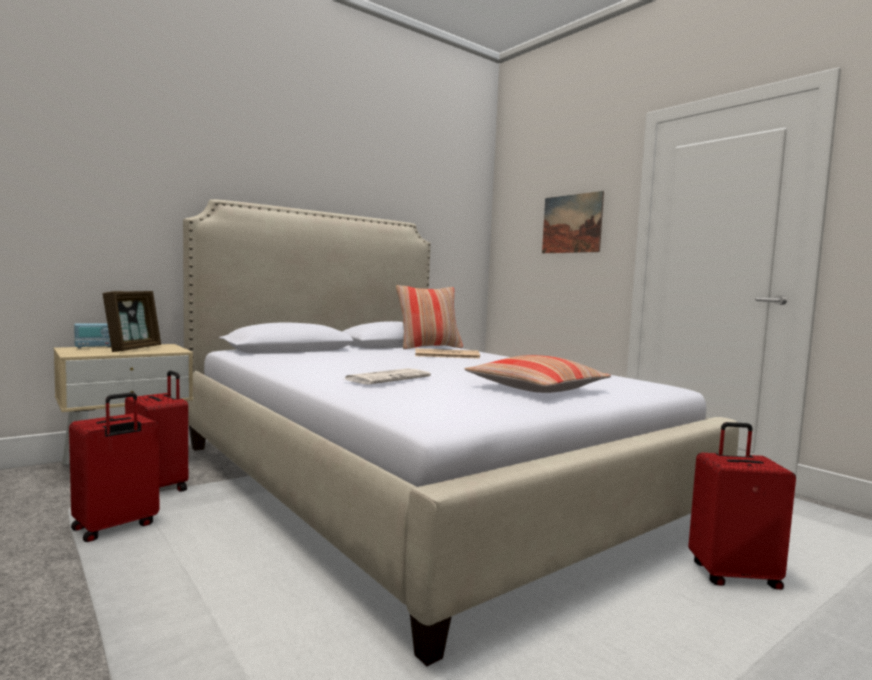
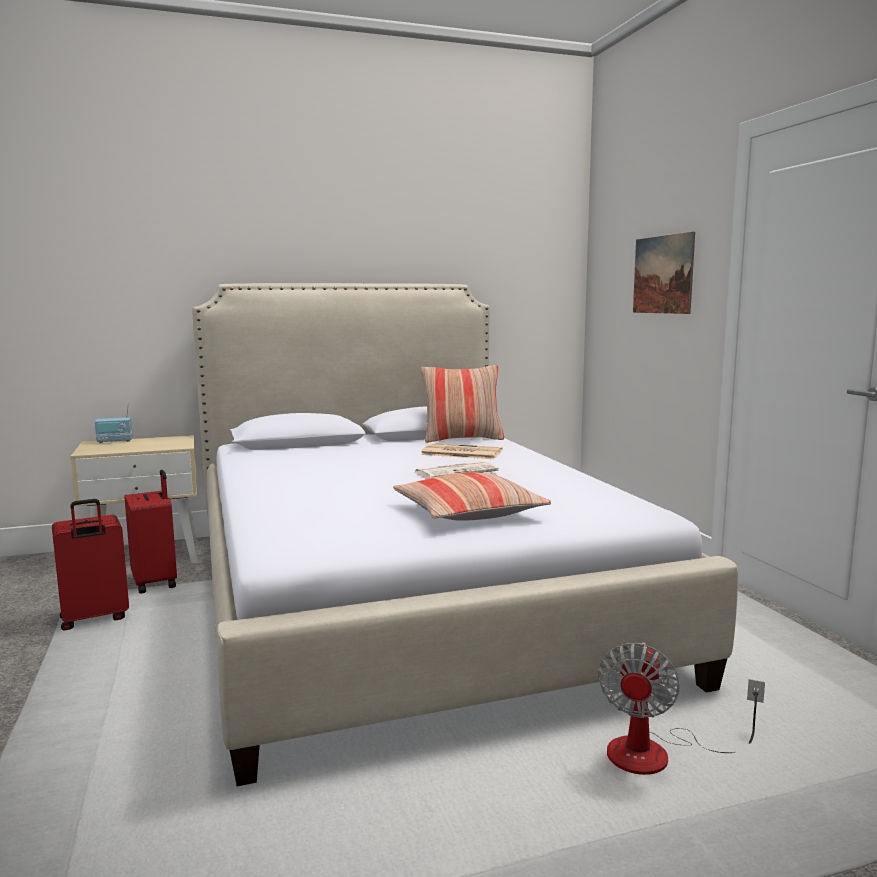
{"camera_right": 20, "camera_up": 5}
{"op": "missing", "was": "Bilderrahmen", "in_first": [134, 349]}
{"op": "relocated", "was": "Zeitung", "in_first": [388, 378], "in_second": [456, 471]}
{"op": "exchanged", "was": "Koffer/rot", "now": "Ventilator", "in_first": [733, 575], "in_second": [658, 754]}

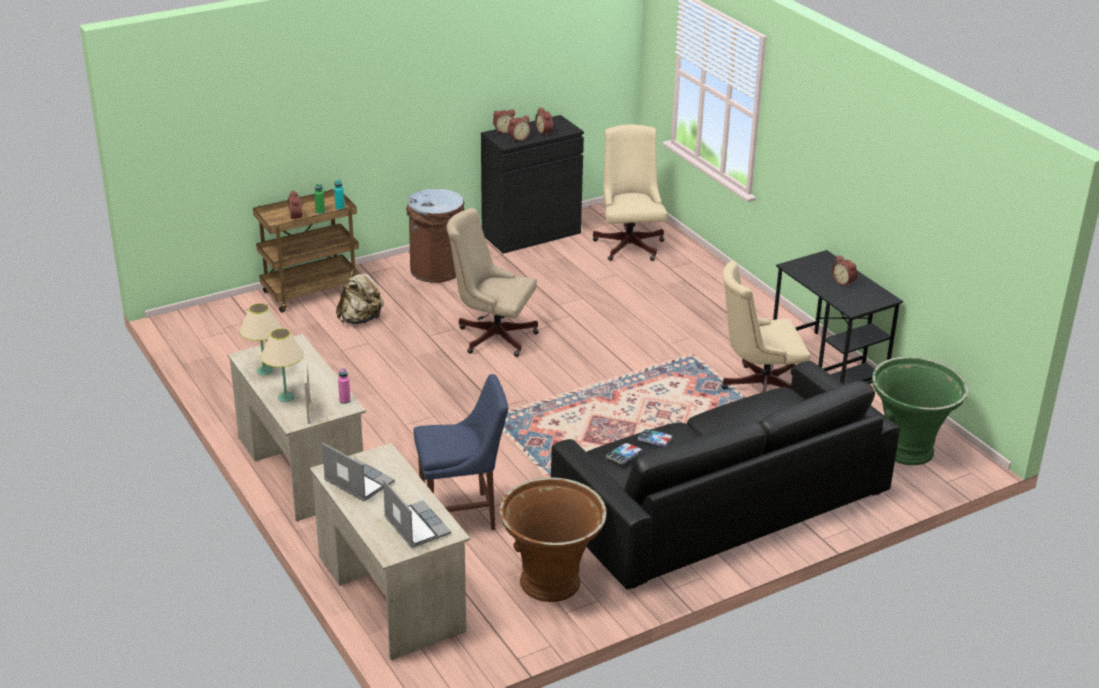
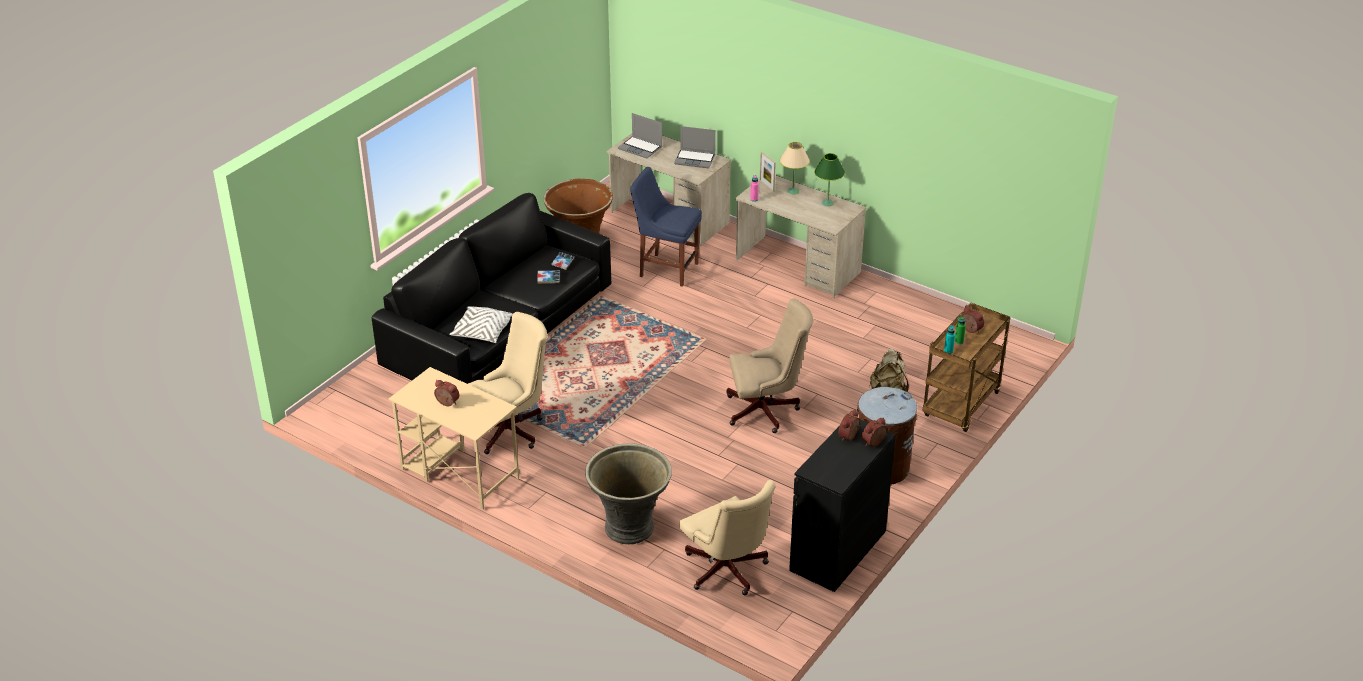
{"camera_right": 155, "camera_up": 5}
{"op": "missing", "was": "Wecker", "in_first": [545, 131]}
{"op": "missing", "was": "Pflanzkübel/grün", "in_first": [908, 450]}
{"op": "appeared", "now": "Kissen/weiß", "in_second": [482, 332]}
{"op": "appeared", "now": "Pflanzkübel/grau", "in_second": [630, 527]}
{"op": "colour", "was": "Tischlampe/beige", "now": "Tischlampe/grün", "in_first": [264, 371], "in_second": [827, 203]}
{"op": "colour", "was": "Schreibtisch/schwarz", "now": "Schreibtisch/beige", "in_first": [828, 365], "in_second": [459, 473]}
{"op": "spun", "was": "Stuhl/blau", "in_first": [462, 515], "in_second": [666, 269], "clockwise": 60}

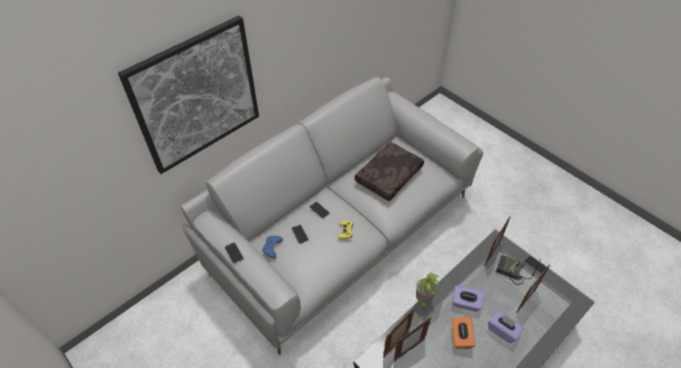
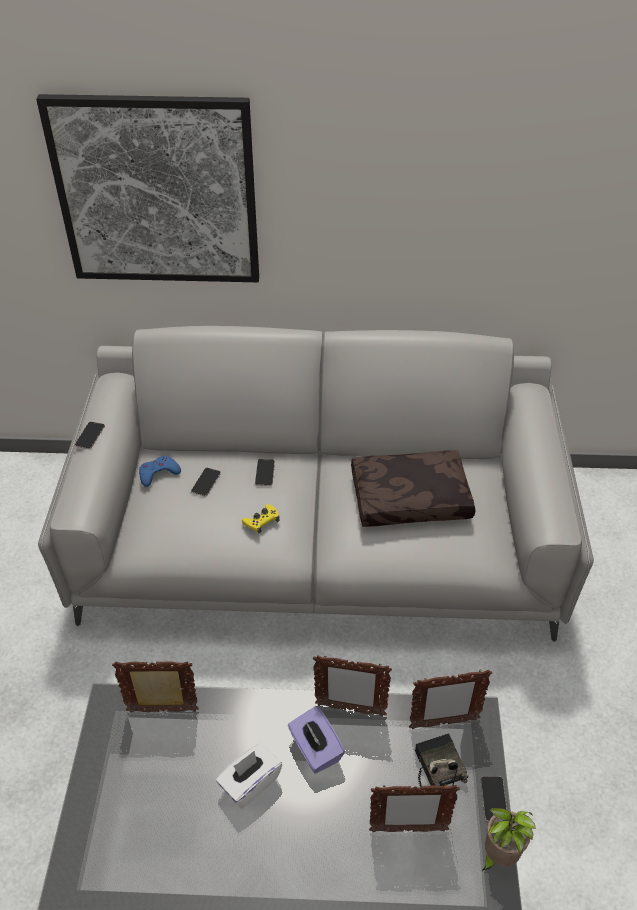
{"camera_right": 45, "camera_up": -5}
{"op": "missing", "was": "Taschentuchbox/lila", "in_first": [502, 330]}
{"op": "relocated", "was": "Bilderrahmen", "in_first": [408, 350], "in_second": [349, 709]}
{"op": "relocated", "was": "Topfpflanze", "in_first": [423, 300], "in_second": [498, 855]}
{"op": "colour", "was": "Taschentuchbox/orange", "now": "Taschentuchbox/weiß", "in_first": [460, 337], "in_second": [250, 783]}

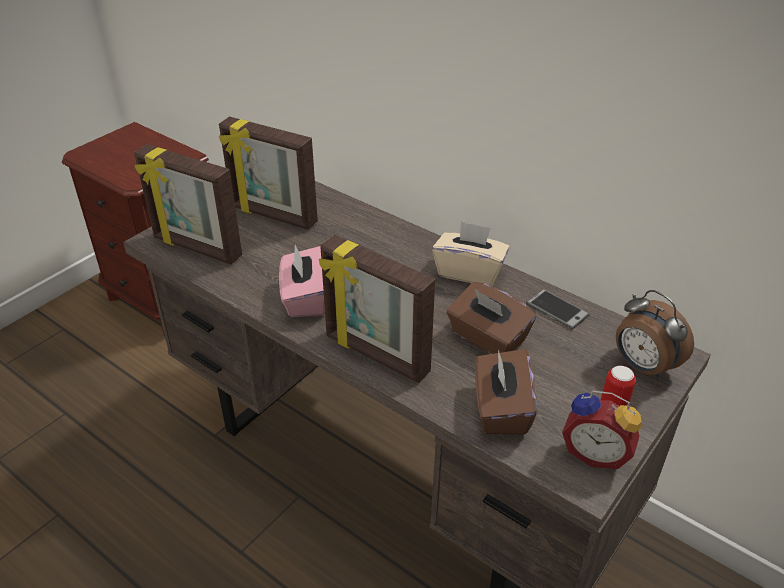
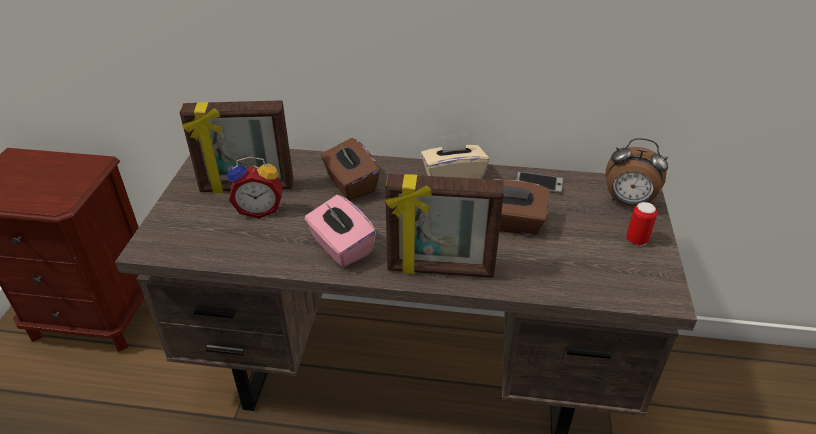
{"camera_right": -30, "camera_up": 0}
{"op": "missing", "was": "Bilderrahmen", "in_first": [196, 248]}
{"op": "relocated", "was": "Taschentuchbox/braun", "in_first": [500, 409], "in_second": [350, 184]}
{"op": "relocated", "was": "Wecker", "in_first": [595, 453], "in_second": [260, 209]}

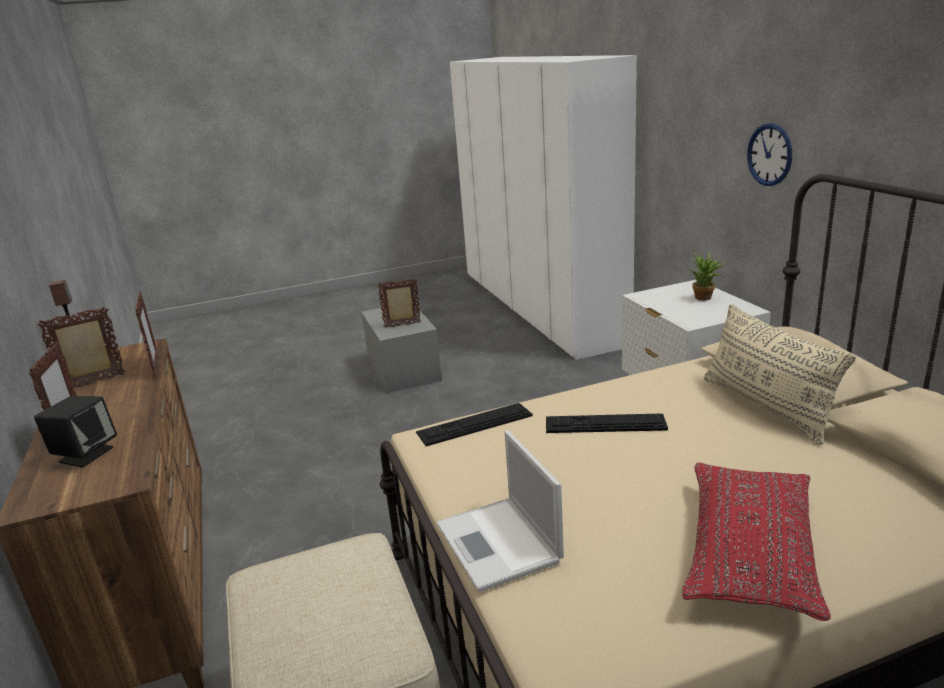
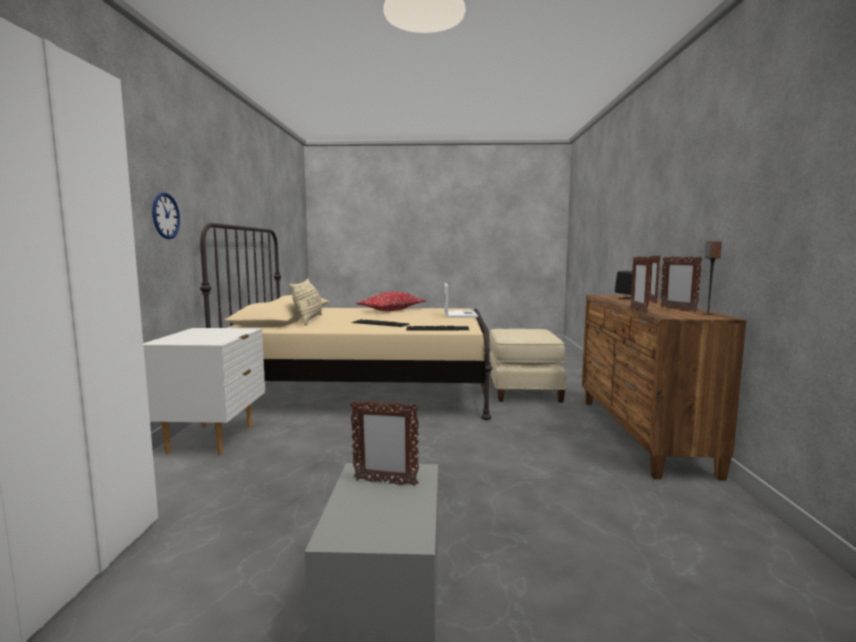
{"camera_right": -160, "camera_up": -15}
{"op": "missing", "was": "Topfpflanze", "in_first": [705, 298]}
{"op": "spun", "was": "Bilderrahmen", "in_first": [95, 382], "in_second": [678, 309], "clockwise": 75}

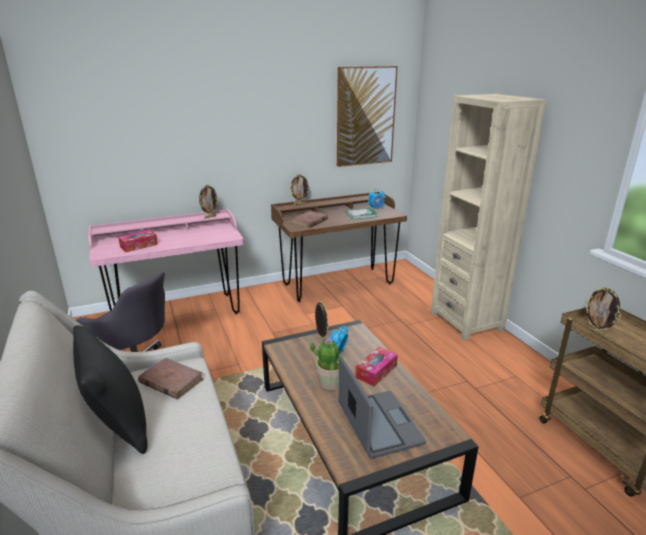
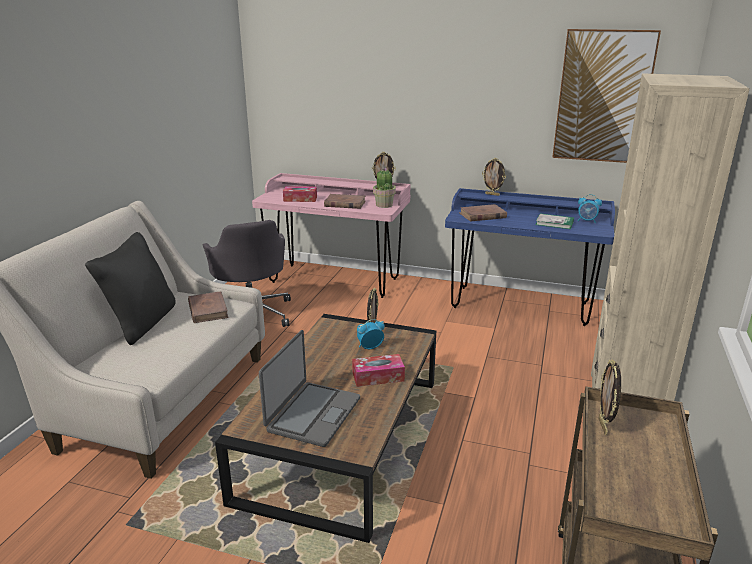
{"camera_right": 40, "camera_up": 0}
{"op": "appeared", "now": "Buch/braun", "in_second": [344, 204]}
{"op": "relocated", "was": "Topfpflanze", "in_first": [330, 382], "in_second": [384, 205]}
{"op": "colour", "was": "Schreibtisch/braun", "now": "Schreibtisch/blau", "in_first": [337, 284], "in_second": [520, 305]}

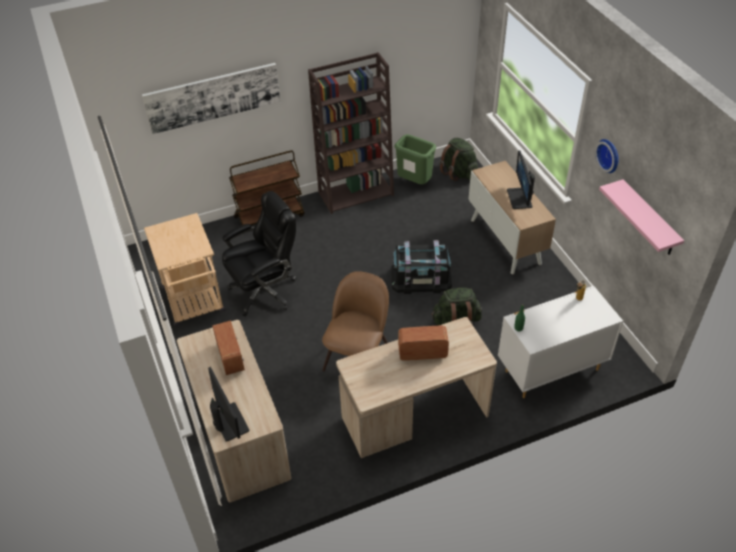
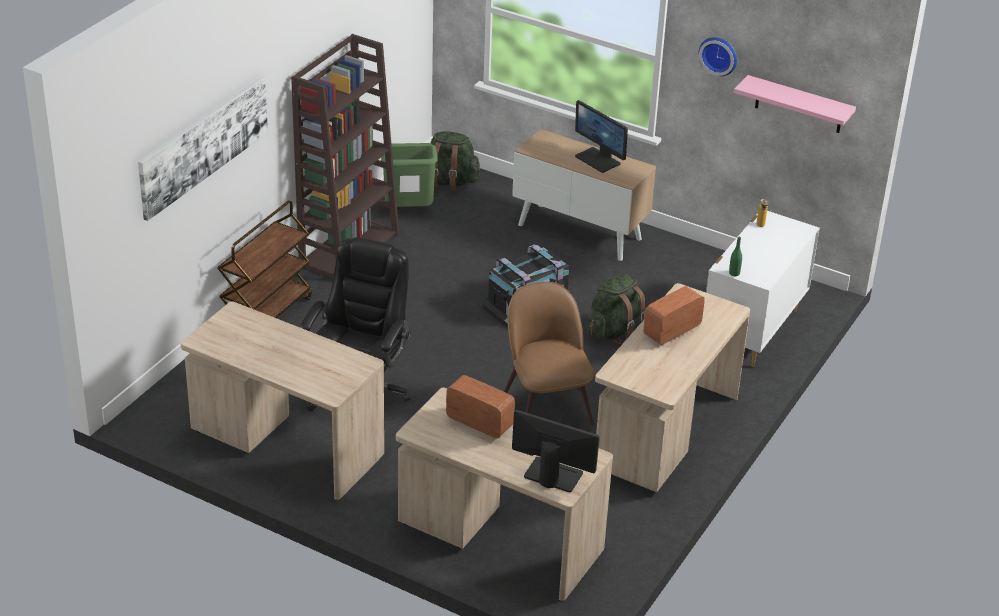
{"camera_right": -40, "camera_up": -10}
{"op": "exchanged", "was": "Rollwagen/beige", "now": "Schreibtisch/beige", "in_first": [195, 304], "in_second": [285, 444]}

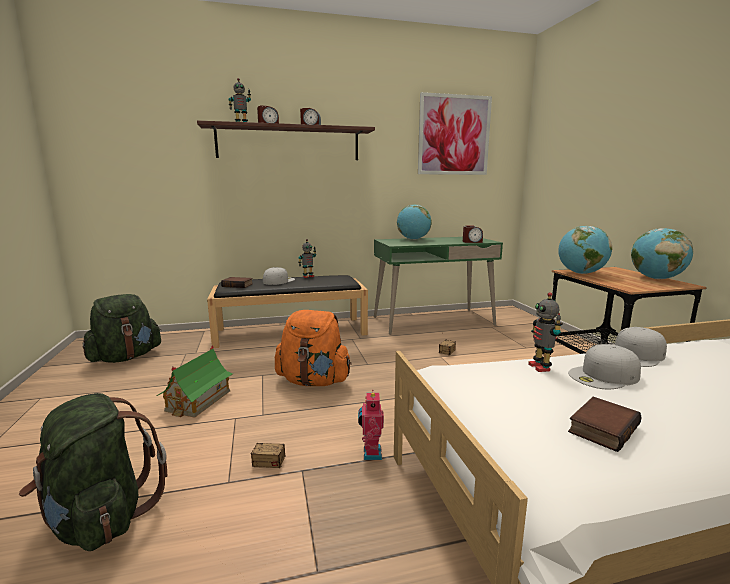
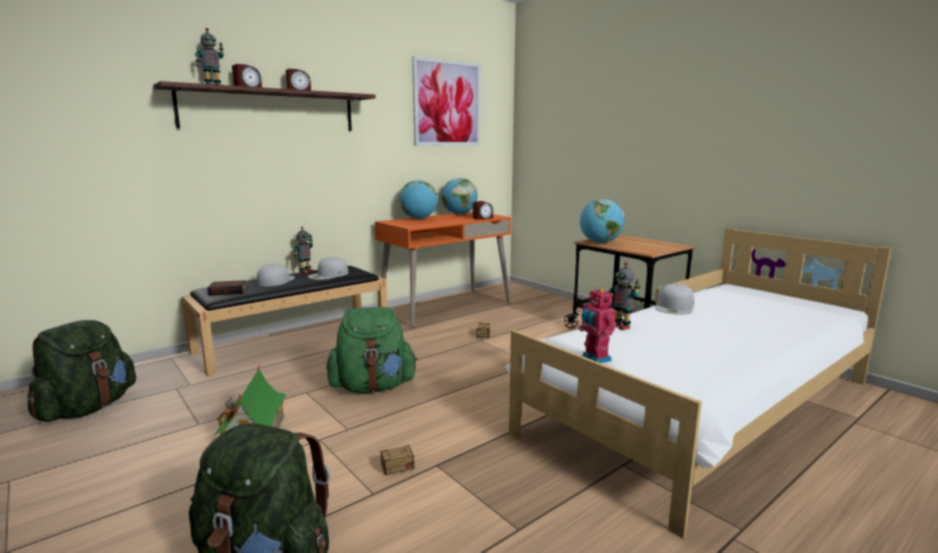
{"camera_right": -25, "camera_up": 0}
{"op": "missing", "was": "Buch", "in_first": [601, 428]}
{"op": "relocated", "was": "Spielzeugroboter", "in_first": [370, 453], "in_second": [595, 358]}
{"op": "relocated", "was": "Kappe/weiß", "in_first": [604, 376], "in_second": [328, 275]}
{"op": "relocated", "was": "Globus", "in_first": [656, 278], "in_second": [459, 214]}
{"op": "colour", "was": "Rucksack/orange", "now": "Rucksack/grün", "in_first": [314, 381], "in_second": [373, 387]}
{"op": "colour", "was": "Schreibtisch/grün", "now": "Schreibtisch/orange", "in_first": [432, 321], "in_second": [445, 307]}

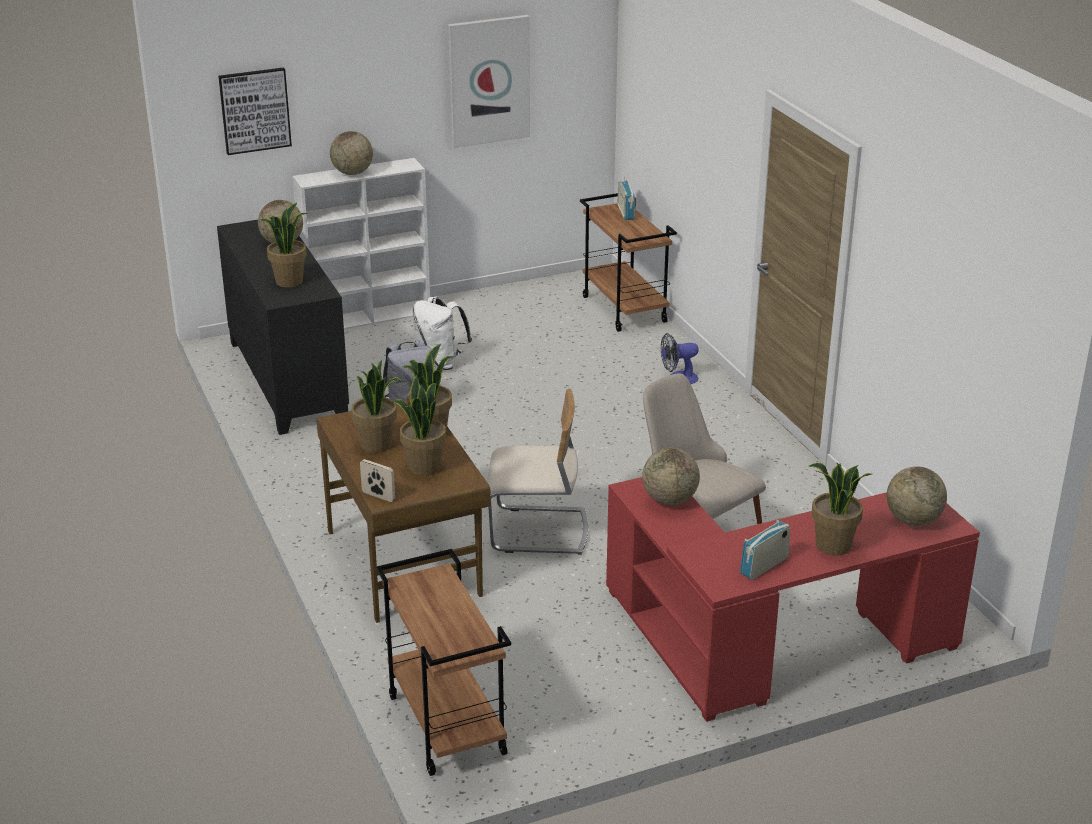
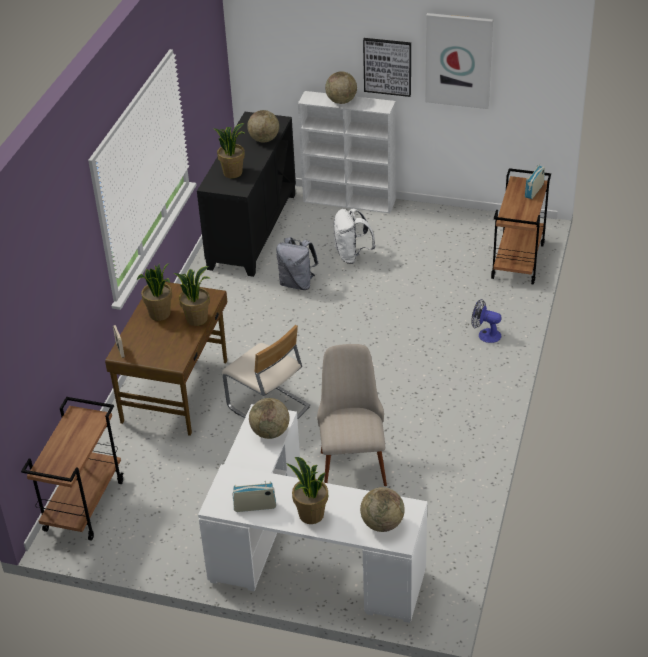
{"camera_right": 40, "camera_up": 10}
{"op": "missing", "was": "Topfpflanze", "in_first": [423, 467]}
{"op": "relocated", "was": "Bild", "in_first": [255, 110], "in_second": [387, 66]}
{"op": "colour", "was": "Schreibtisch/rot", "now": "Schreibtisch/weiß", "in_first": [770, 647], "in_second": [302, 557]}

